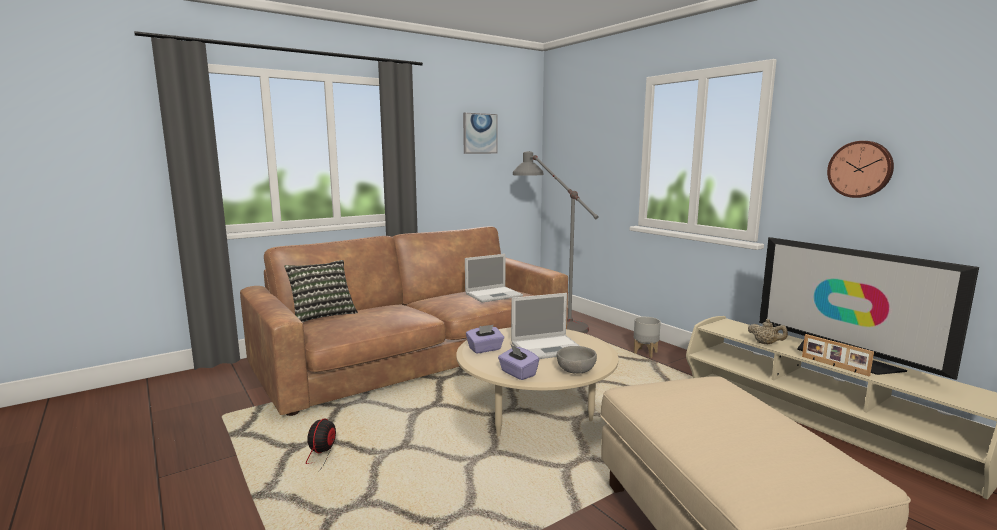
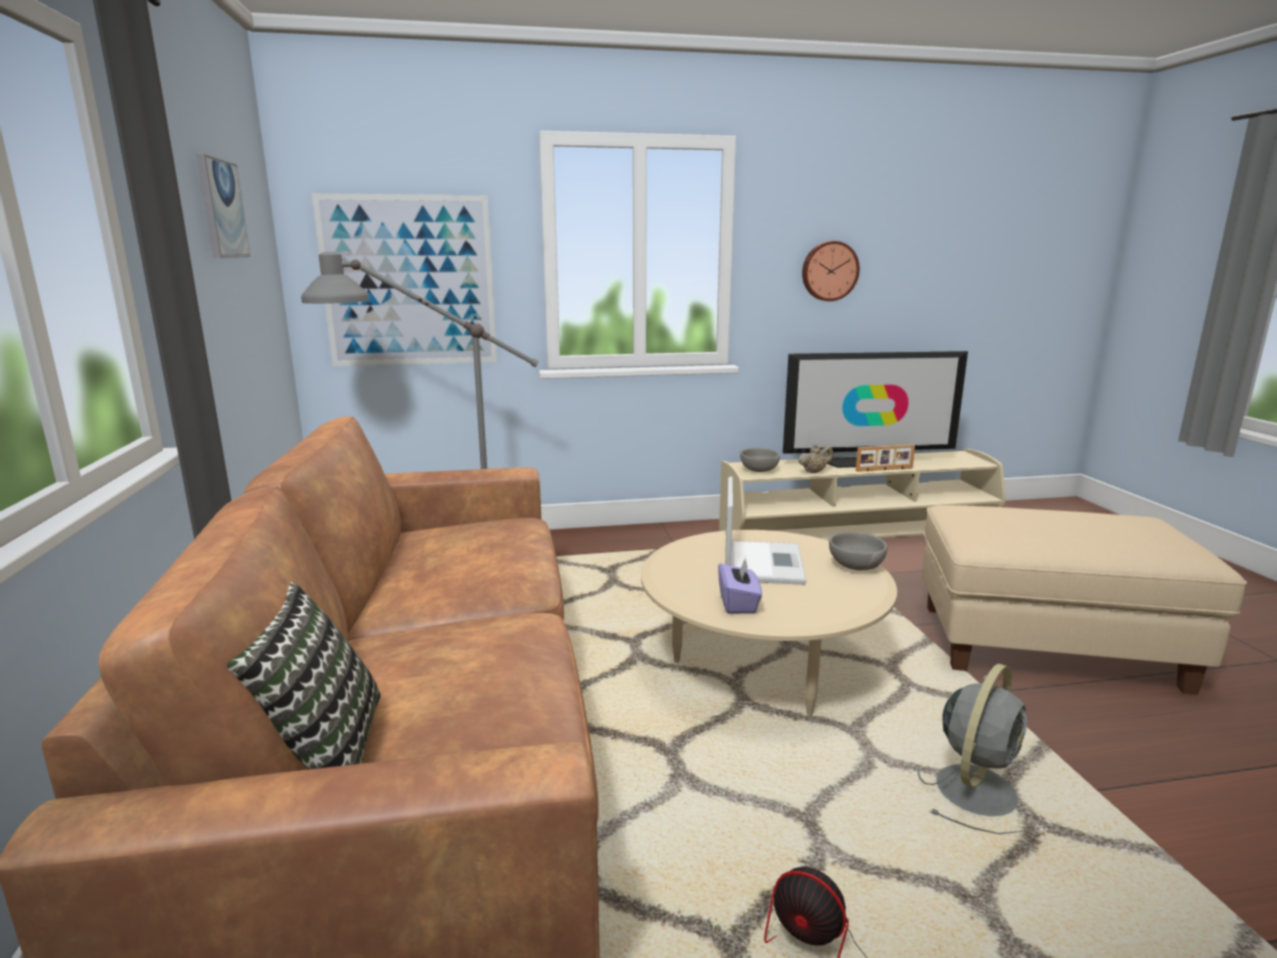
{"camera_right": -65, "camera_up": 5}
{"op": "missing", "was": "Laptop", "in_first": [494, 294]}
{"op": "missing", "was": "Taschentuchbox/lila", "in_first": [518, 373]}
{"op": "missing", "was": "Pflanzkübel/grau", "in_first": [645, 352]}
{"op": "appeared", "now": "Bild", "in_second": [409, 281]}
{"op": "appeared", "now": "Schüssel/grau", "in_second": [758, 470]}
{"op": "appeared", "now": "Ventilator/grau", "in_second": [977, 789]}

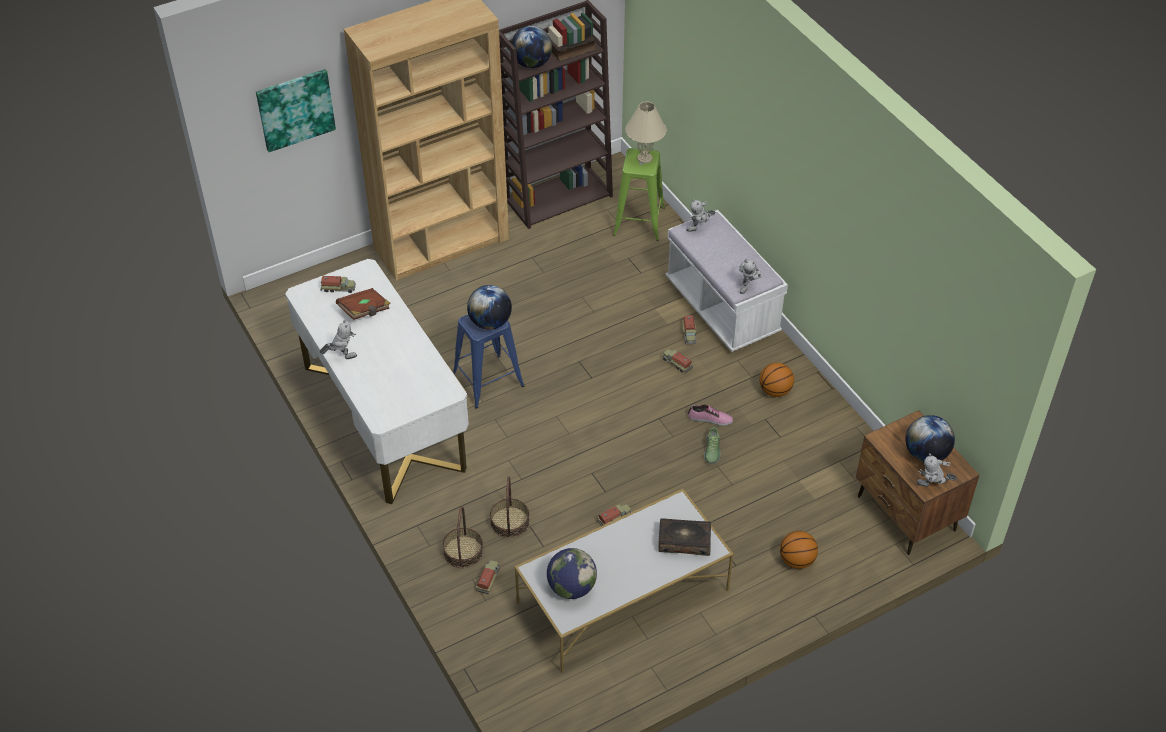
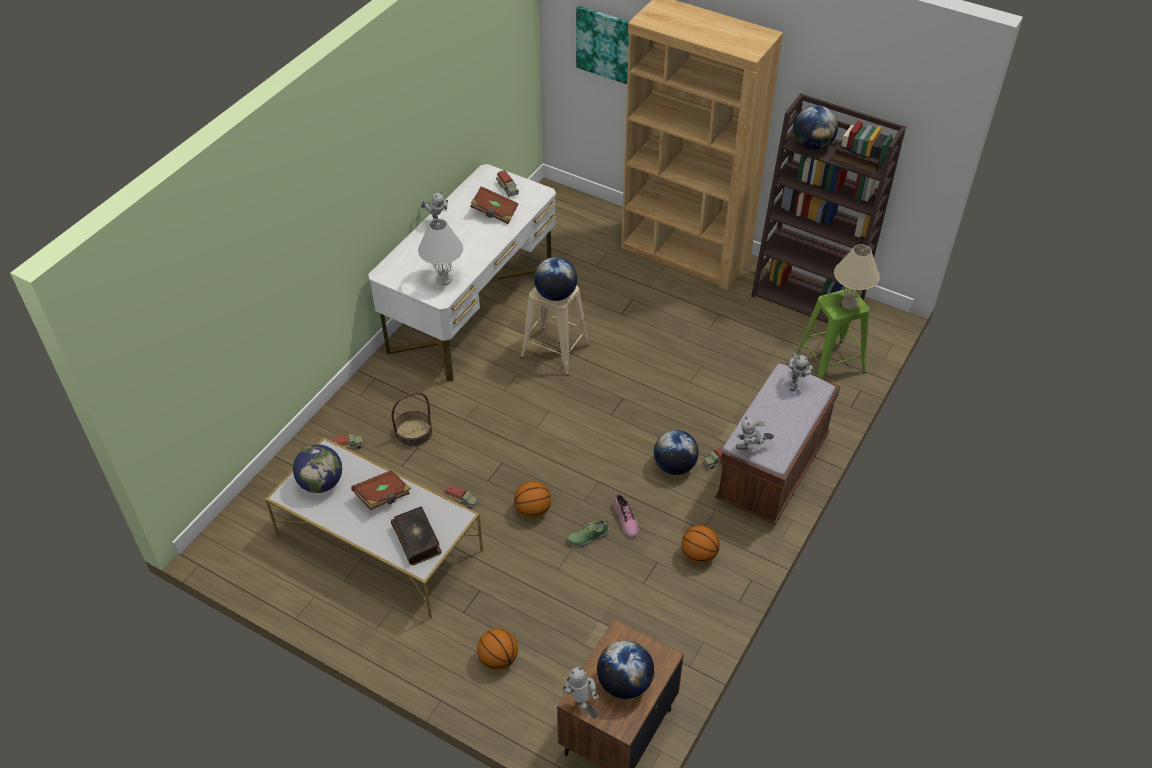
{"camera_right": 60, "camera_up": 0}
{"op": "missing", "was": "Korb", "in_first": [463, 551]}
{"op": "appeared", "now": "Buch/braun", "in_second": [383, 496]}
{"op": "appeared", "now": "Tischlampe/weiß", "in_second": [444, 279]}
{"op": "appeared", "now": "Basketball", "in_second": [533, 510]}
{"op": "exchanged", "was": "Spielzeuglaster", "now": "Globus", "in_first": [676, 363], "in_second": [674, 466]}
{"op": "colour", "was": "Hocker/blau", "now": "Hocker/beige", "in_first": [488, 381], "in_second": [555, 351]}
{"op": "colour", "was": "Bank/weiß", "now": "Bank/braun", "in_first": [722, 308], "in_second": [772, 470]}
{"op": "spun", "was": "Spielzeugroboter", "in_first": [699, 229], "in_second": [796, 382], "clockwise": -105}

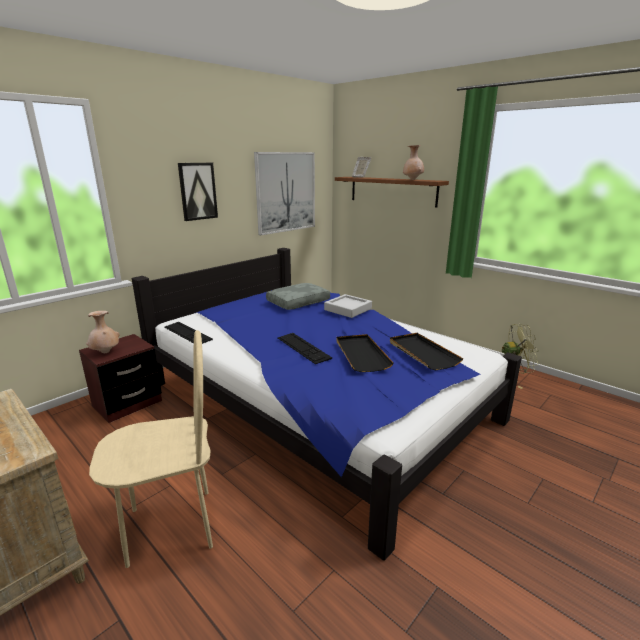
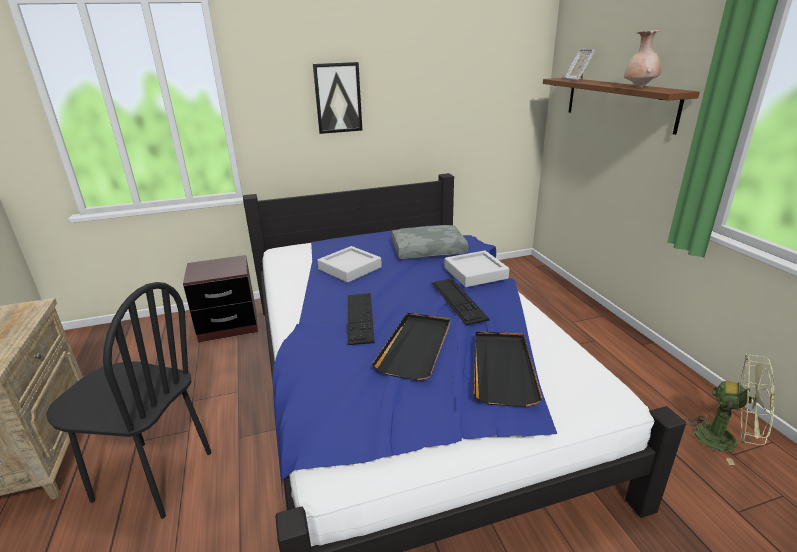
{"camera_right": 30, "camera_up": 5}
{"op": "missing", "was": "Vase/beige", "in_first": [105, 352]}
{"op": "missing", "was": "Bild", "in_first": [285, 192]}
{"op": "appeared", "now": "Tablett/grau", "in_second": [350, 268]}
{"op": "relocated", "was": "Tastatur", "in_first": [187, 333], "in_second": [458, 300]}
{"op": "colour", "was": "Stuhl/beige", "now": "Stuhl/schwarz", "in_first": [171, 526], "in_second": [153, 477]}

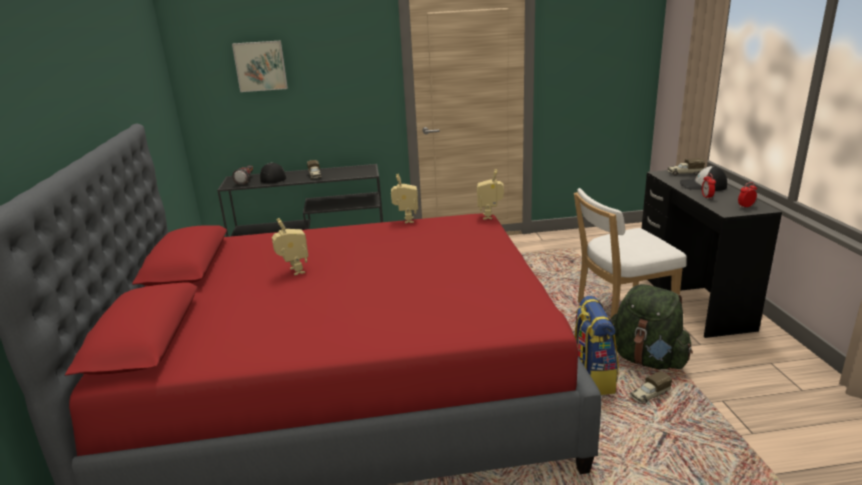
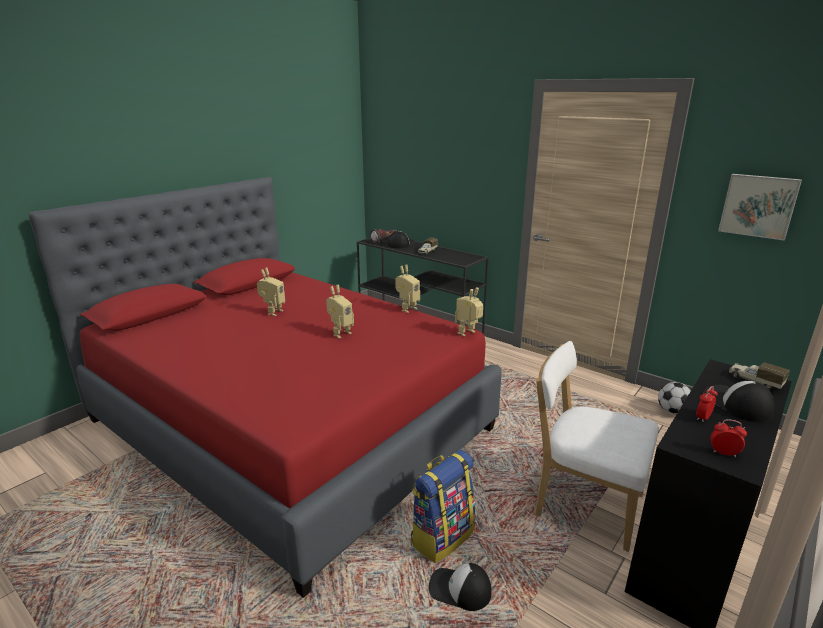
{"camera_right": 45, "camera_up": 0}
{"op": "missing", "was": "Rucksack/grün", "in_first": [646, 359]}
{"op": "appeared", "now": "Spielzeugroboter", "in_second": [340, 333]}
{"op": "appeared", "now": "Fußball", "in_second": [672, 411]}
{"op": "relocated", "was": "Bild", "in_first": [260, 66], "in_second": [758, 206]}
{"op": "exchanged", "was": "Spielzeuglaster", "now": "Kappe", "in_first": [649, 395], "in_second": [459, 590]}

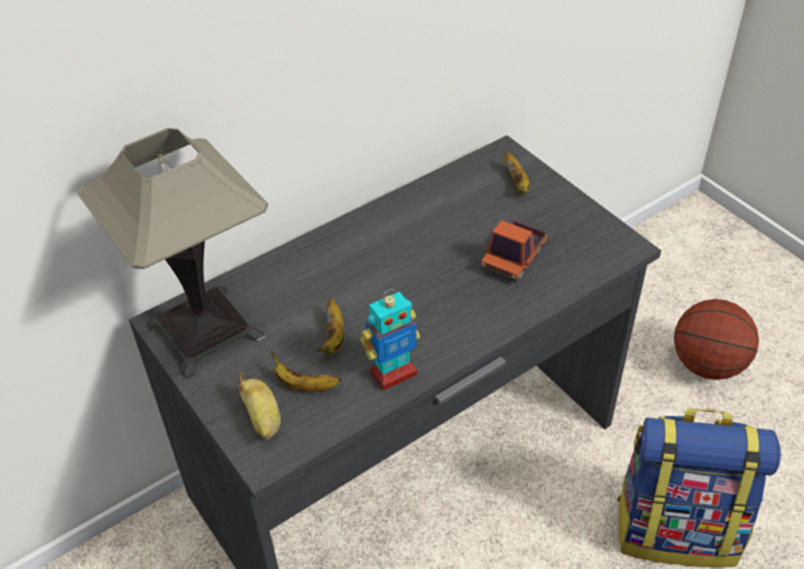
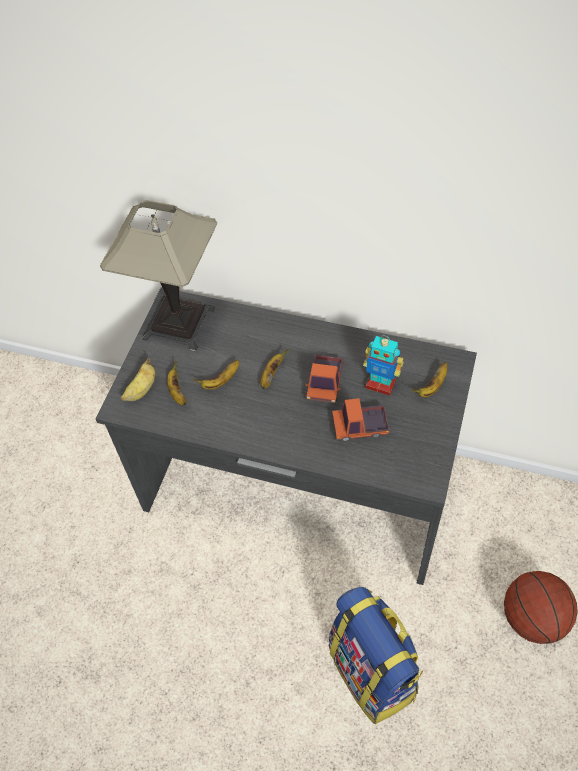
{"camera_right": 55, "camera_up": 10}
{"op": "appeared", "now": "Banane", "in_second": [271, 374]}
{"op": "appeared", "now": "Spielzeuglaster", "in_second": [325, 383]}
{"op": "relocated", "was": "Spielzeugroboter", "in_first": [393, 373], "in_second": [380, 384]}

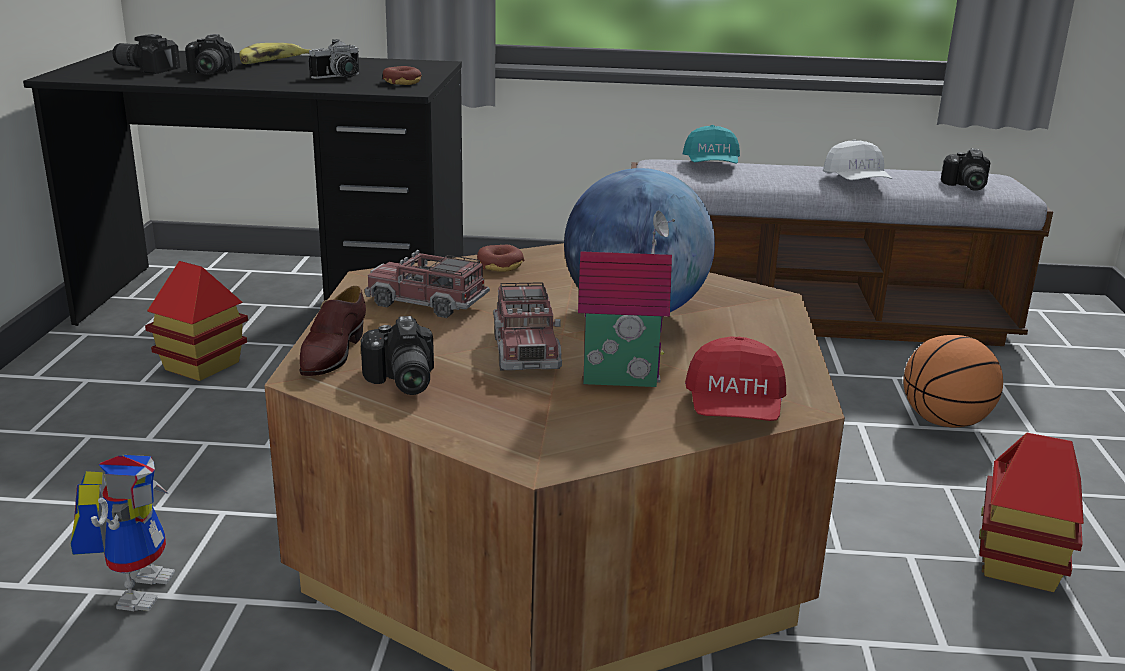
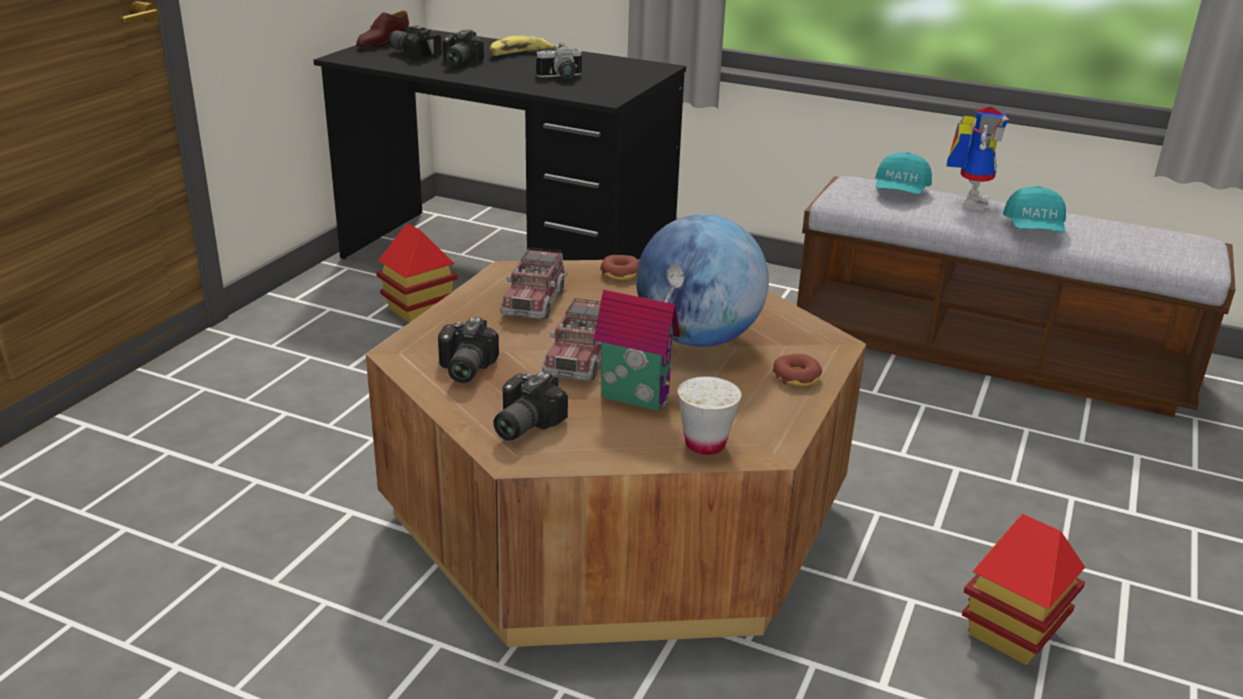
{"camera_right": 20, "camera_up": 5}
{"op": "missing", "was": "Basketball", "in_first": [944, 422]}
{"op": "relocated", "was": "Spielzeugroboter", "in_first": [137, 587], "in_second": [968, 200]}
{"op": "relocated", "was": "Schuh/braun", "in_first": [332, 353], "in_second": [382, 43]}
{"op": "relocated", "was": "Donut", "in_first": [402, 82], "in_second": [796, 377]}
{"op": "relocated", "was": "Kamera", "in_first": [965, 186], "in_second": [521, 424]}
{"op": "exchanged", "was": "Kappe/rot", "now": "Tasse/weiß", "in_first": [734, 410], "in_second": [705, 444]}
{"op": "colour", "was": "Kappe/weiß", "now": "Kappe/türkis", "in_first": [857, 182], "in_second": [1033, 229]}
{"op": "spun", "was": "Spielzeuglaster", "in_first": [426, 303], "in_second": [534, 301], "clockwise": -120}

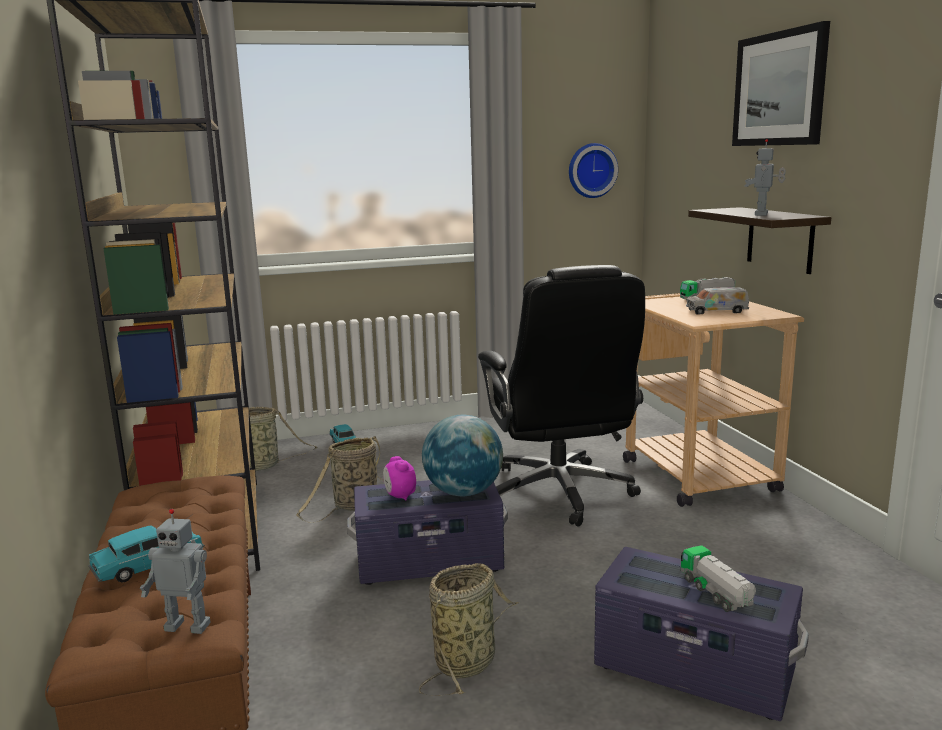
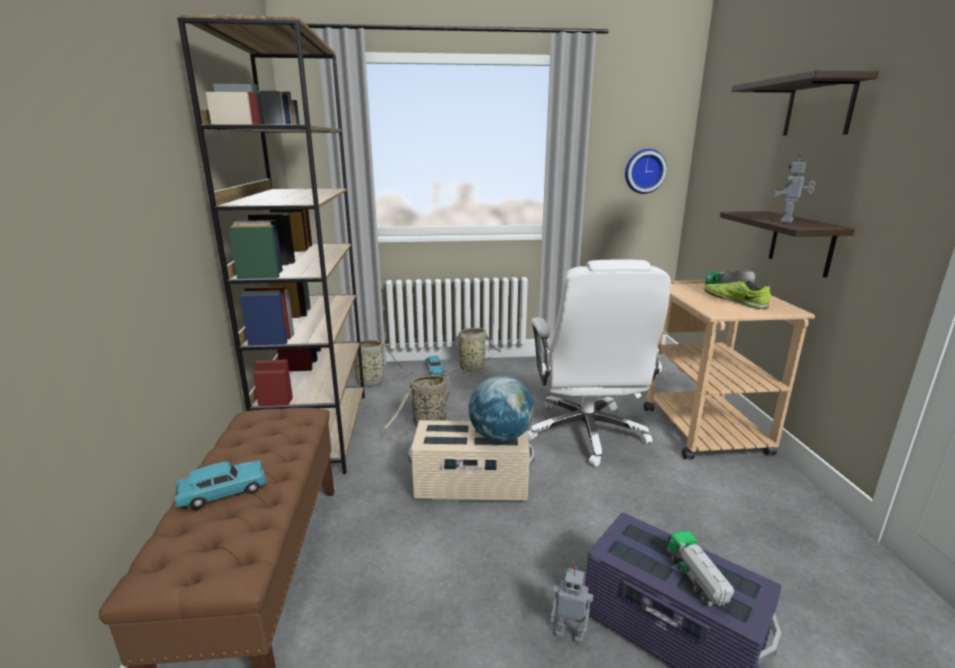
{"camera_right": 10, "camera_up": 5}
{"op": "missing", "was": "Wecker", "in_first": [400, 496]}
{"op": "relocated", "was": "Spielzeugroboter", "in_first": [189, 625], "in_second": [569, 633]}
{"op": "relocated", "was": "Korb", "in_first": [468, 661], "in_second": [474, 368]}
{"op": "exchanged", "was": "Spielzeuglaster", "now": "Schuh", "in_first": [716, 311], "in_second": [735, 301]}
{"op": "exchanged", "was": "Bild", "now": "Wandregal", "in_first": [779, 89], "in_second": [819, 107]}
{"op": "colour", "was": "Aufbewahrungsbox/lila", "now": "Aufbewahrungsbox/beige", "in_first": [430, 562], "in_second": [471, 485]}
{"op": "colour", "was": "Bürostuhl/schwarz", "now": "Bürostuhl/weiß", "in_first": [559, 493], "in_second": [586, 433]}

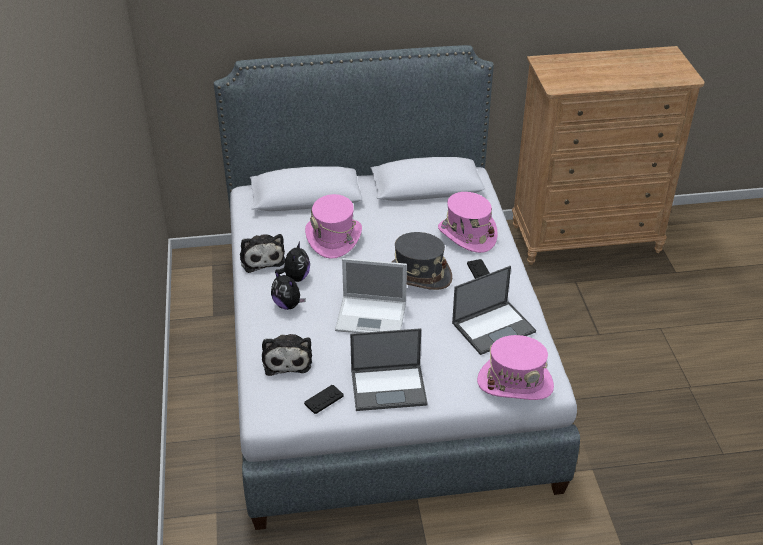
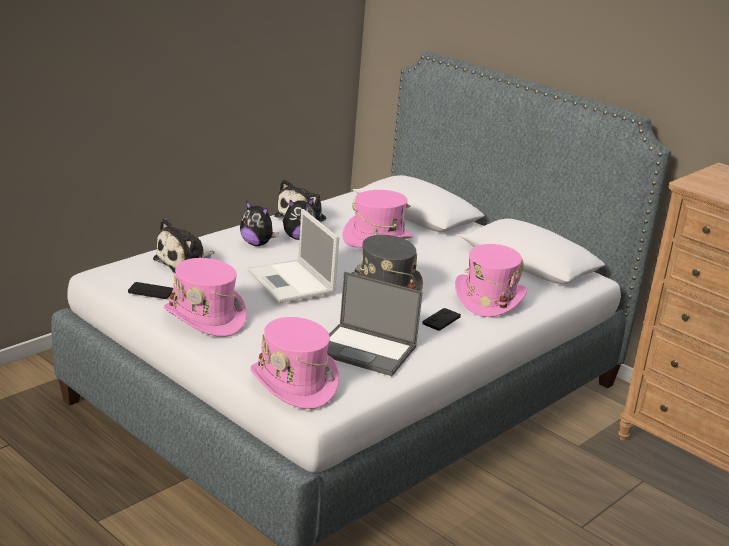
{"camera_right": 50, "camera_up": -15}
{"op": "exchanged", "was": "Laptop", "now": "Hut/rosa", "in_first": [389, 387], "in_second": [205, 318]}
{"op": "spun", "was": "Plüschtier", "in_first": [288, 305], "in_second": [257, 244], "clockwise": -60}

